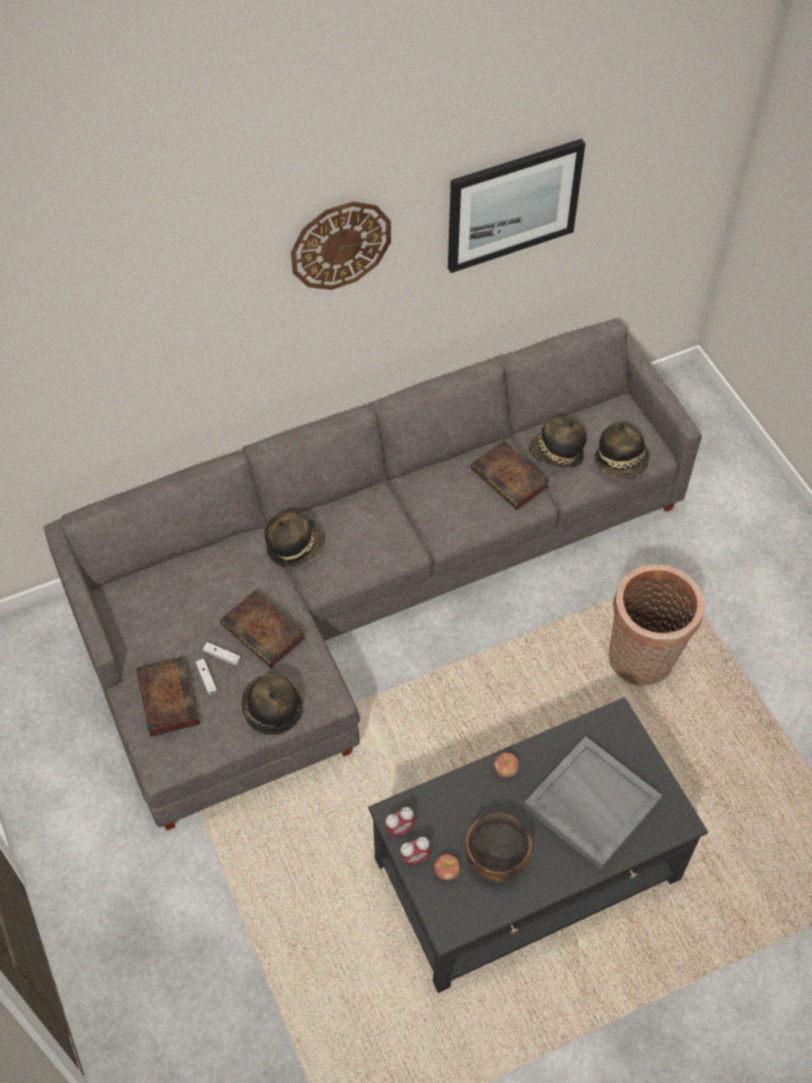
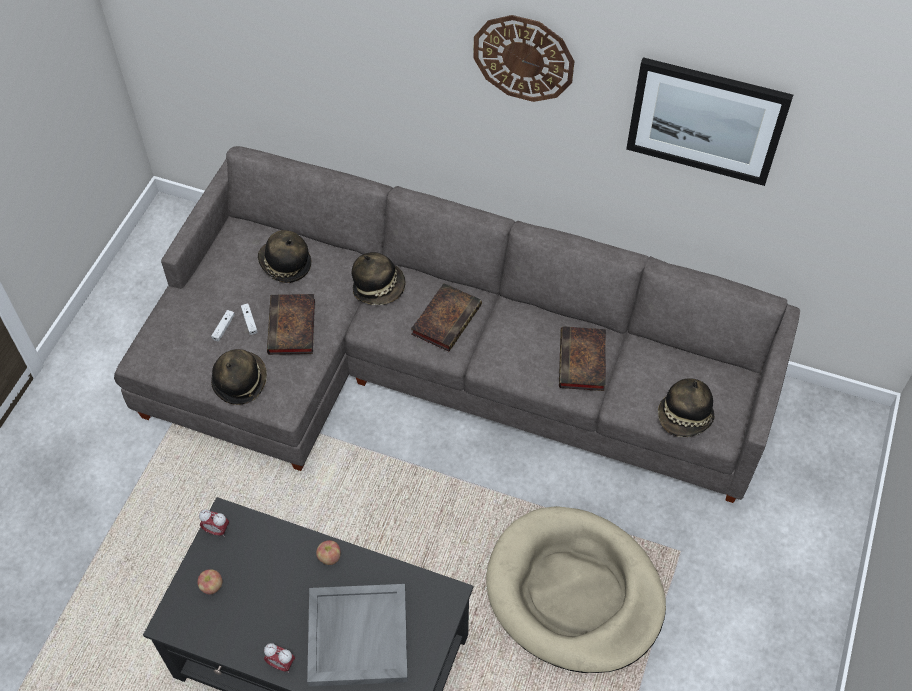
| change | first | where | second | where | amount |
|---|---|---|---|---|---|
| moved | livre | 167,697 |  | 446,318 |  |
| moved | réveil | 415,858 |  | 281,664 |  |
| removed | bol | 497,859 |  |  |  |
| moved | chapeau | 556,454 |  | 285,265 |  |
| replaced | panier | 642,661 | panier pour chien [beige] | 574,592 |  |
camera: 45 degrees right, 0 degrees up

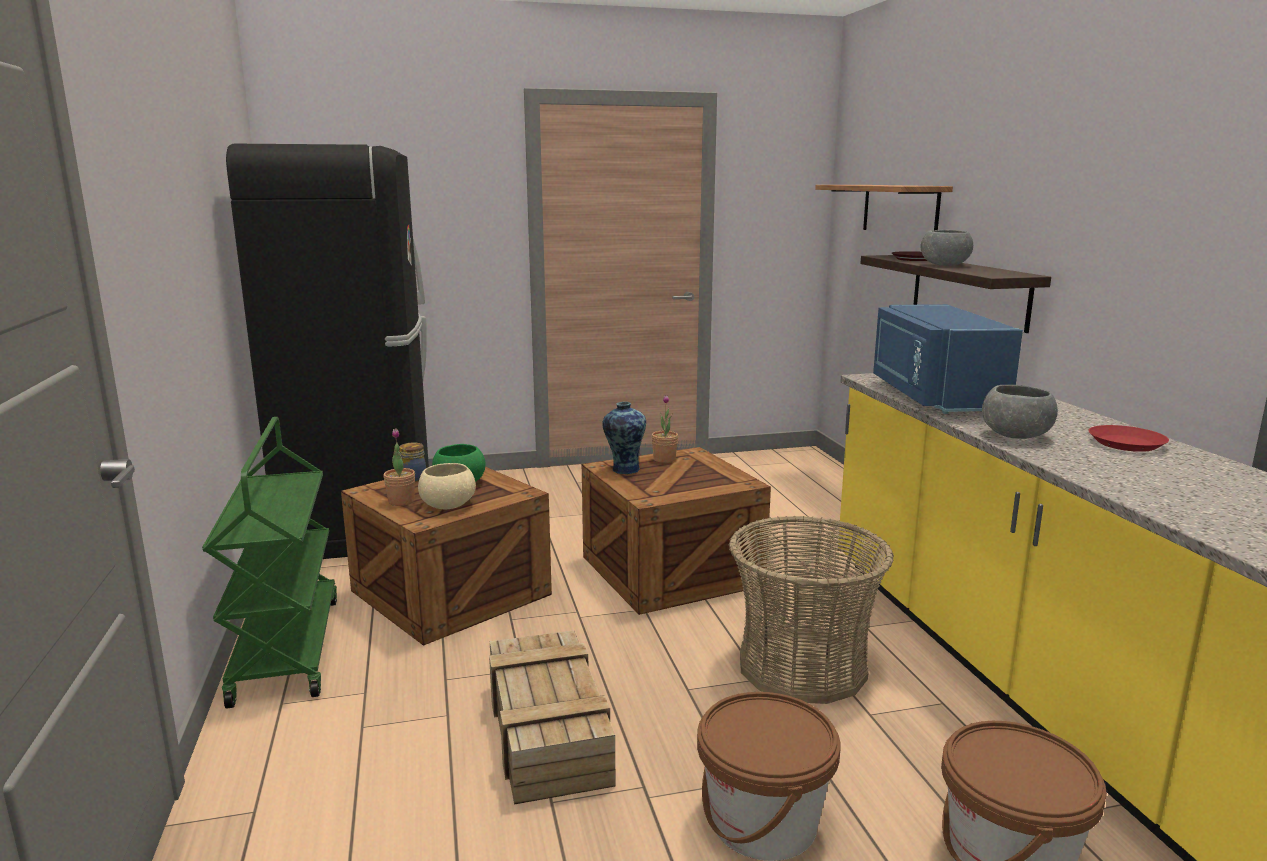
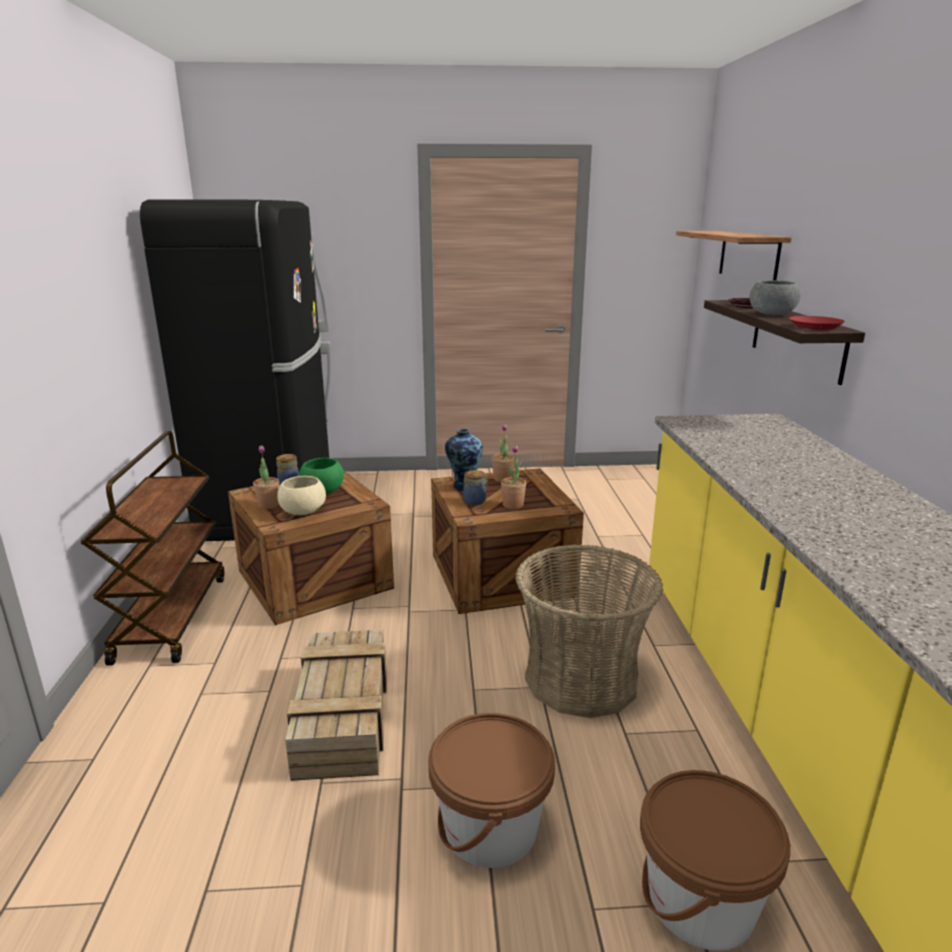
| change | first | where | second | where | amount |
|---|---|---|---|---|---|
| recoloured | chariot [vert] | 286,648 | chariot [marron] | 171,617 |  |
| removed | micro-ondes [bleu] | 933,396 |  |  |  |
| removed | bol [gris] | 1016,436 |  |  |  |
| moved | assiette [rouge] | 1125,444 |  | 814,326 |  |
| added |  |  | bocal | 475,501 |  |
| added |  |  | plante en pot | 513,505 |  |
camera: 10 degrees right, 5 degrees up

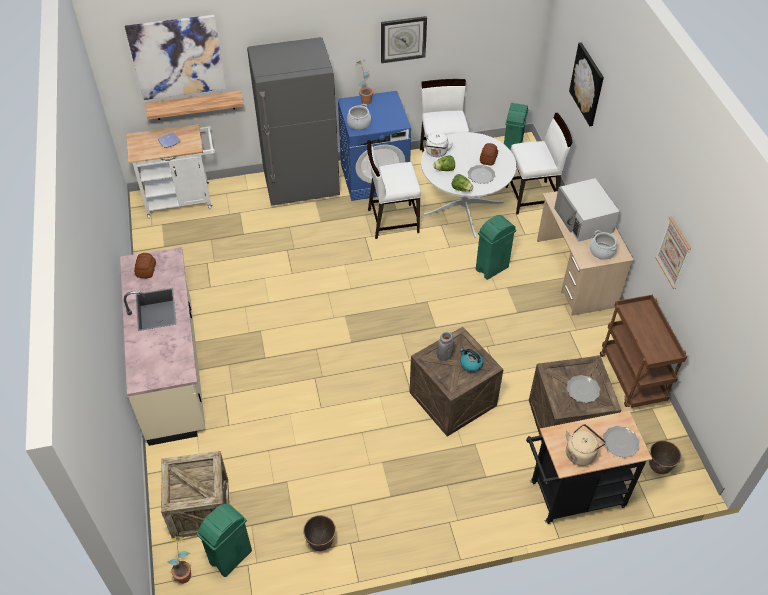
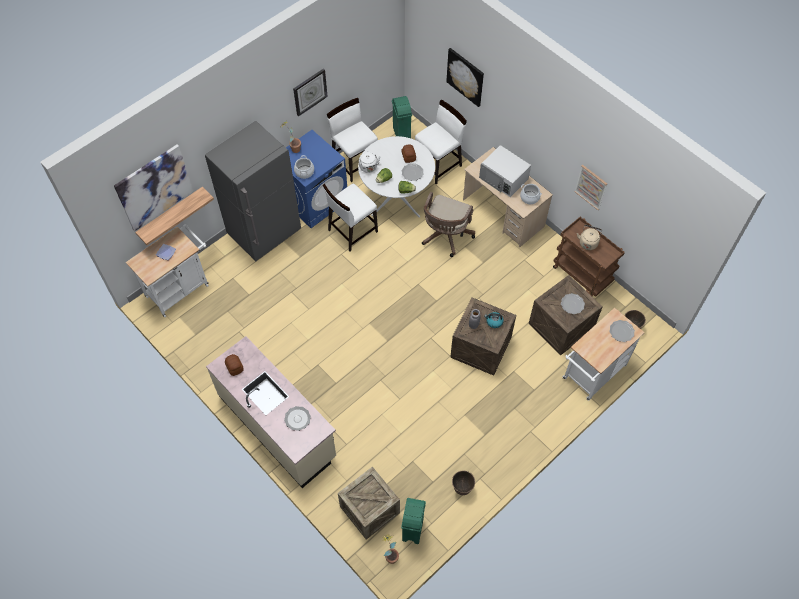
| change | first | where | second | where | amount |
|---|---|---|---|---|---|
| replaced | poubelle [vert] | 491,268 | chaise de bureau [marron] | 445,236 |  |
| recoloured | chariot [noir] | 571,496 | chariot [blanc] | 591,375 |  |
| moved | bouilloire [beige] | 581,453 |  | 588,242 |  |
| added |  |  | assiette | 297,419 |  |
camera: 30 degrees left, 10 degrees up

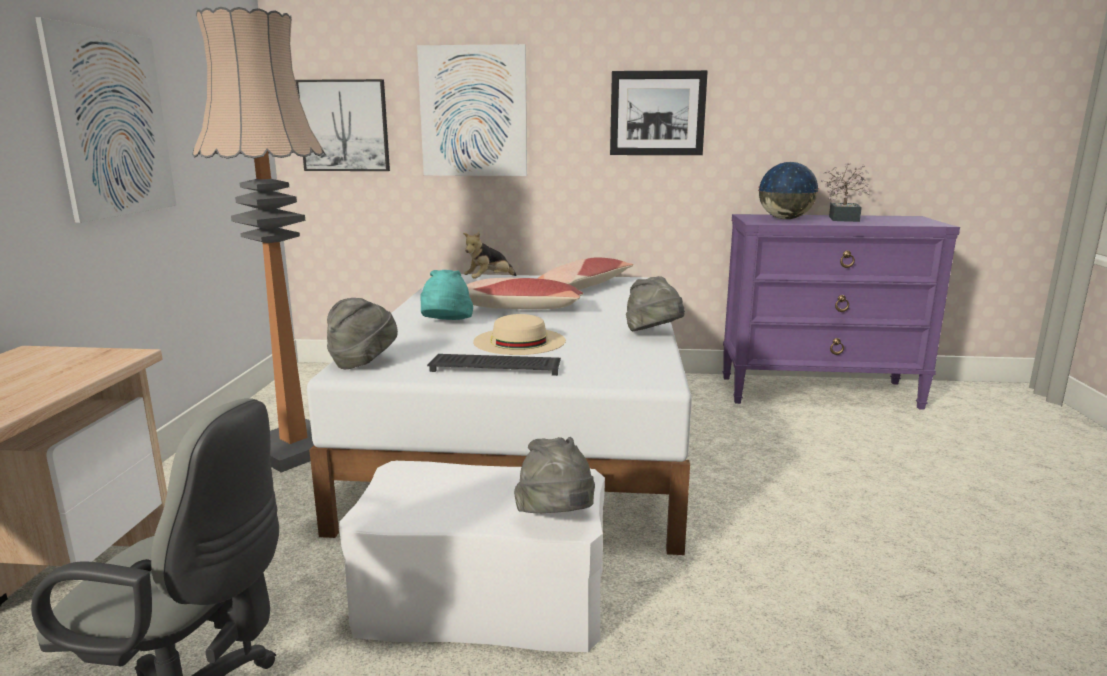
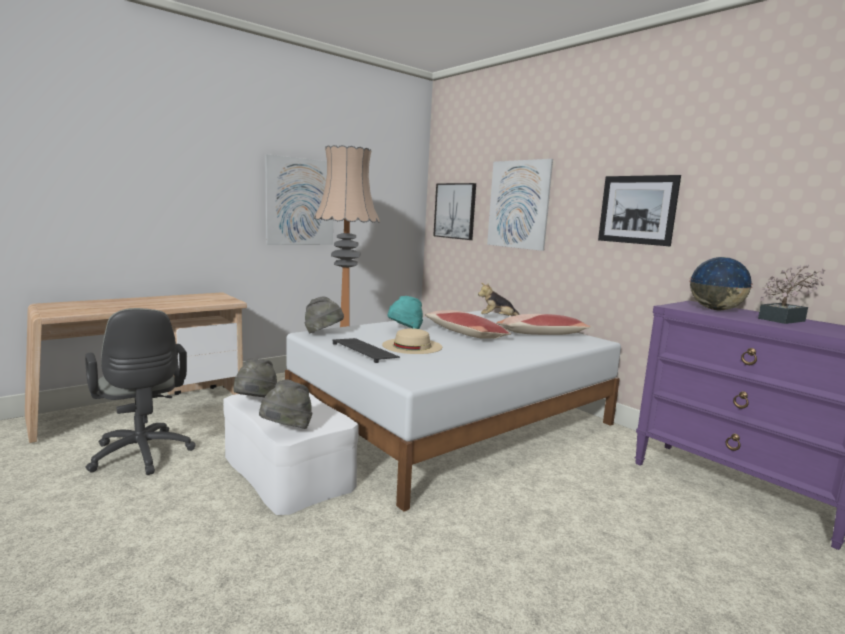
| change | first | where | second | where | amount |
|---|---|---|---|---|---|
| moved | chapeau [gris] | 654,334 |  | 256,403 |  |
camera: 45 degrees right, 5 degrees down

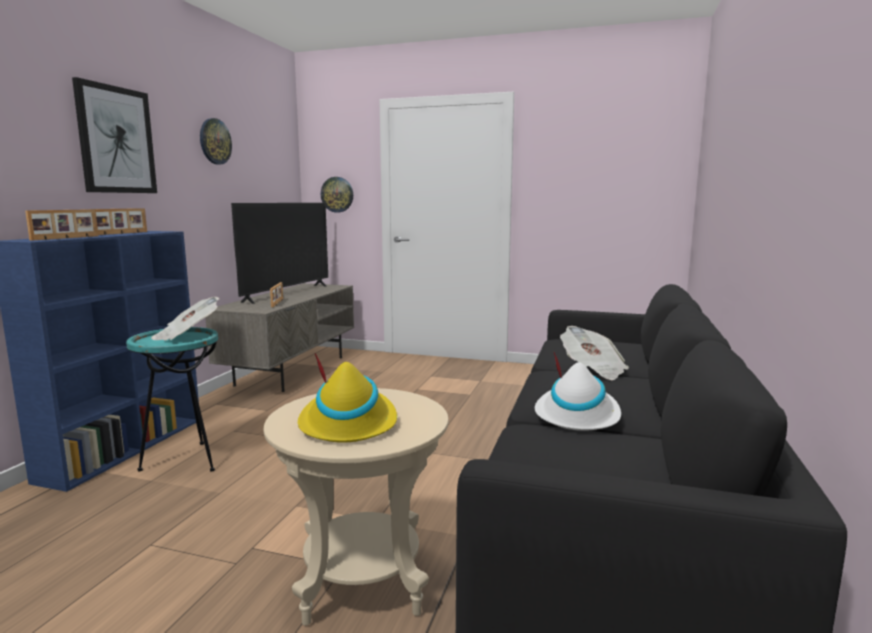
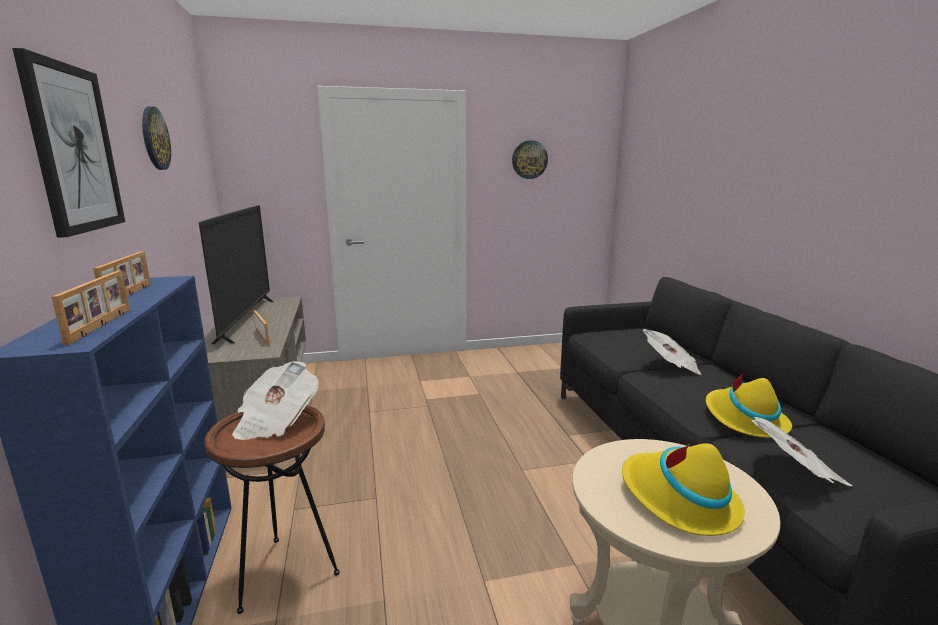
| change | first | where | second | where | amount |
|---|---|---|---|---|---|
| recoloured | table d'appoint [turquoise] | 185,460 | table d'appoint [marron] | 285,573 |  |
| moved | horloge murale | 337,194 |  | 529,159 |  |
| recoloured | chapeau [blanc] | 577,414 | chapeau [jaune] | 744,419 |  |
| added |  |  | journal | 795,472 |  |
camera: 30 degrees left, 5 degrees up

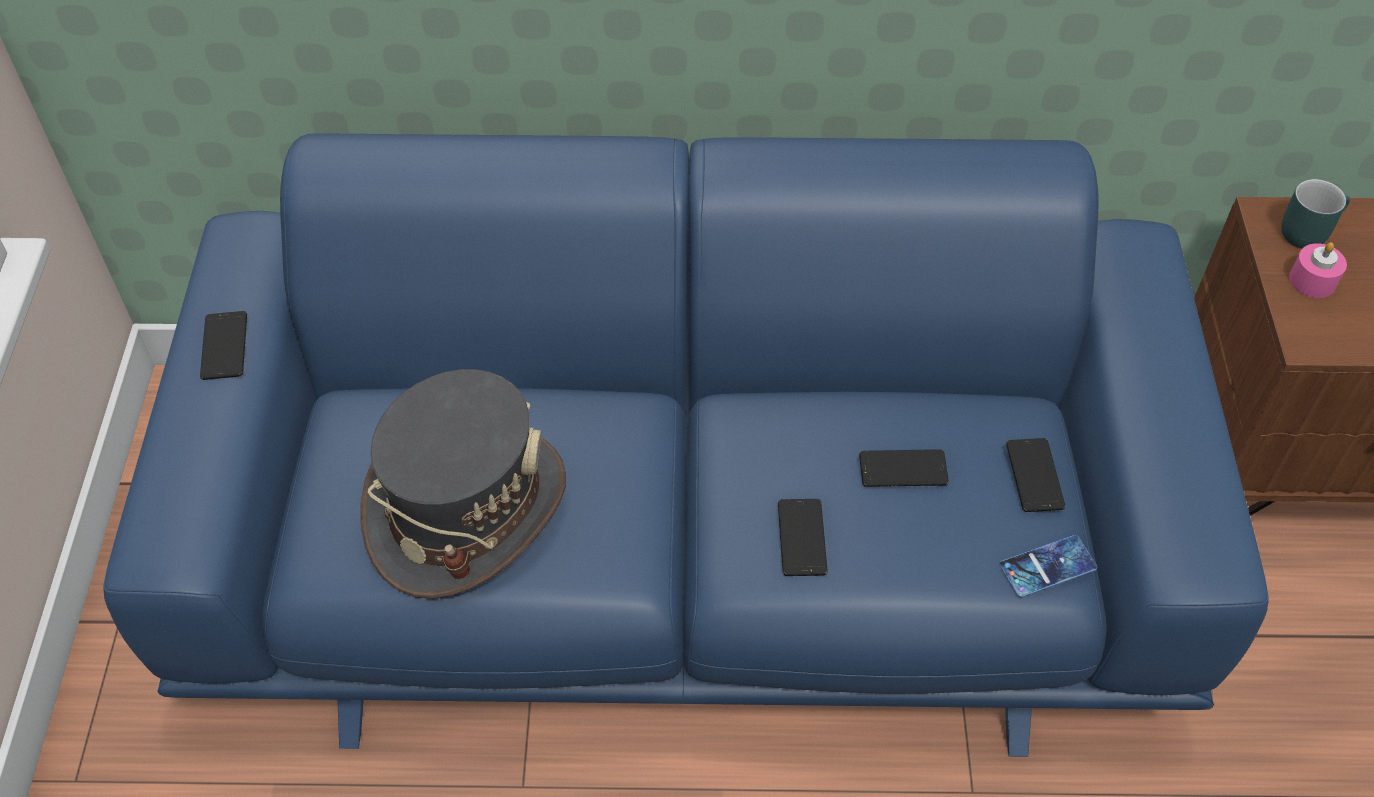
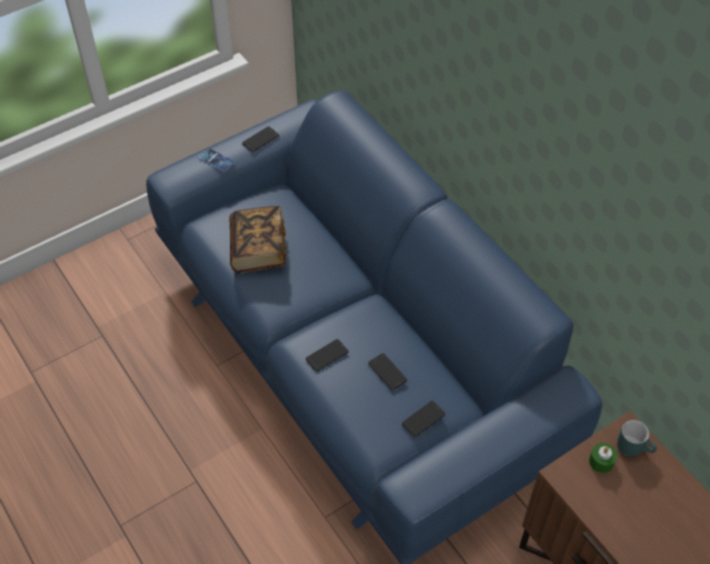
| change | first | where | second | where | amount |
|---|---|---|---|---|---|
| replaced | chapeau [gris] | 466,508 | livre | 258,250 |  |
| moved | téléphone | 1047,566 |  | 216,160 |  |
| recoloured | bougie [rose] | 1312,280 | bougie [vert] | 601,461 |  |
camera: 55 degrees right, 0 degrees up

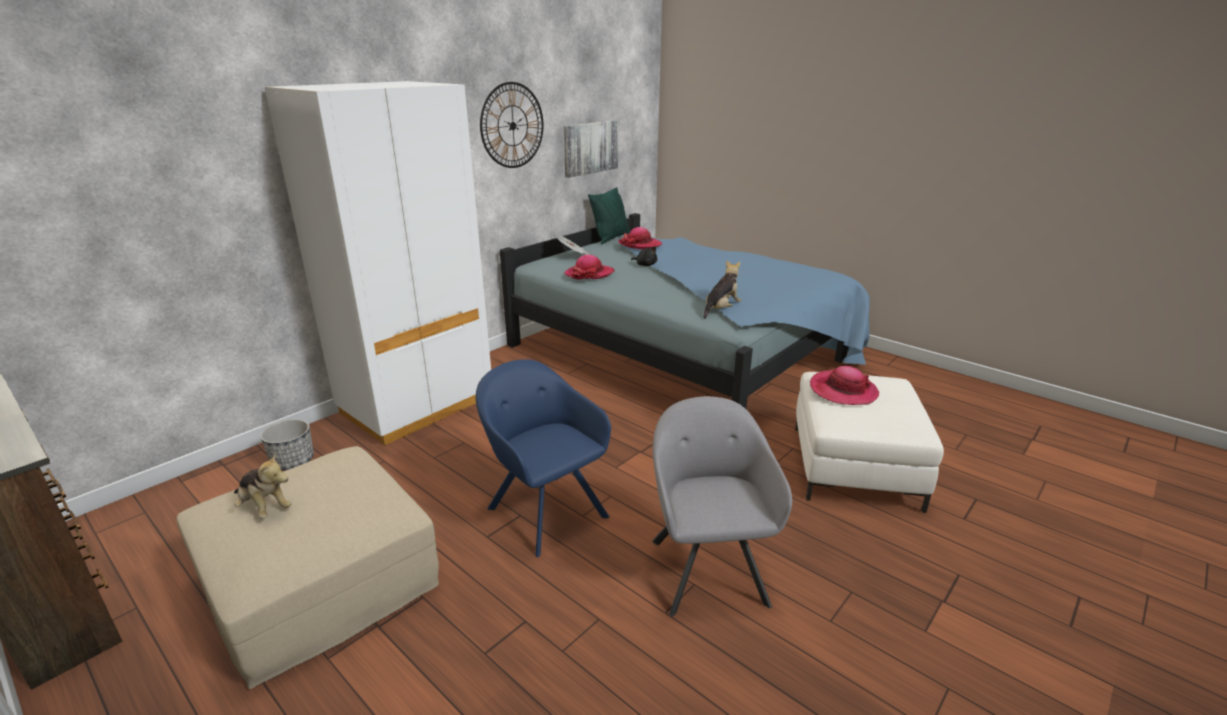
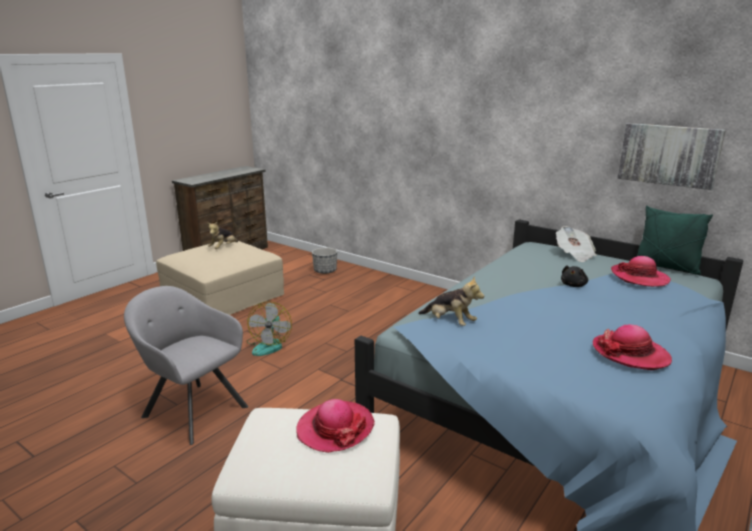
| change | first | where | second | where | amount |
|---|---|---|---|---|---|
| removed | armoire [blanc] | 417,405 |  |  |  |
| replaced | fauteuil [bleu] | 544,509 | ventilateur | 269,345 |  |
| removed | horloge murale | 512,125 |  |  |  |
| moved | chapeau | 589,274 |  | 630,354 |  |
| turned | fauteuil [gris] | 706,566 |  | 192,410 | 135 degrees counterclockwise |
camera: 85 degrees right, 5 degrees down

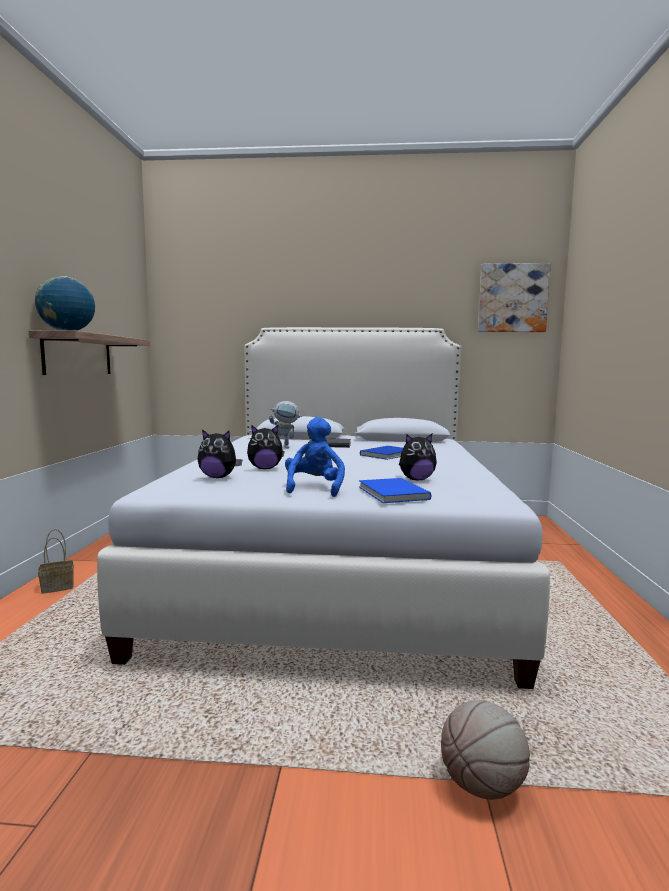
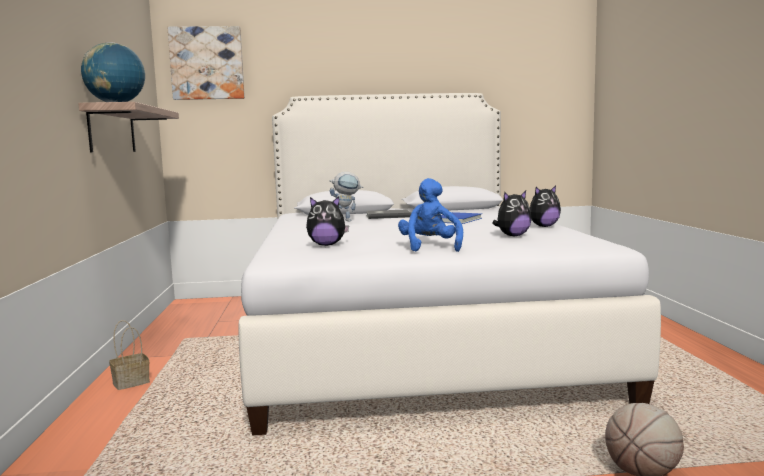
| change | first | where | second | where | amount |
|---|---|---|---|---|---|
| moved | peluche | 265,468 |  | 543,226 |  |
| removed | livre [bleu] | 391,493 |  |  |  |
| moved | tableau | 513,298 |  | 207,63 |  |
camera: 10 degrees left, 0 degrees up

